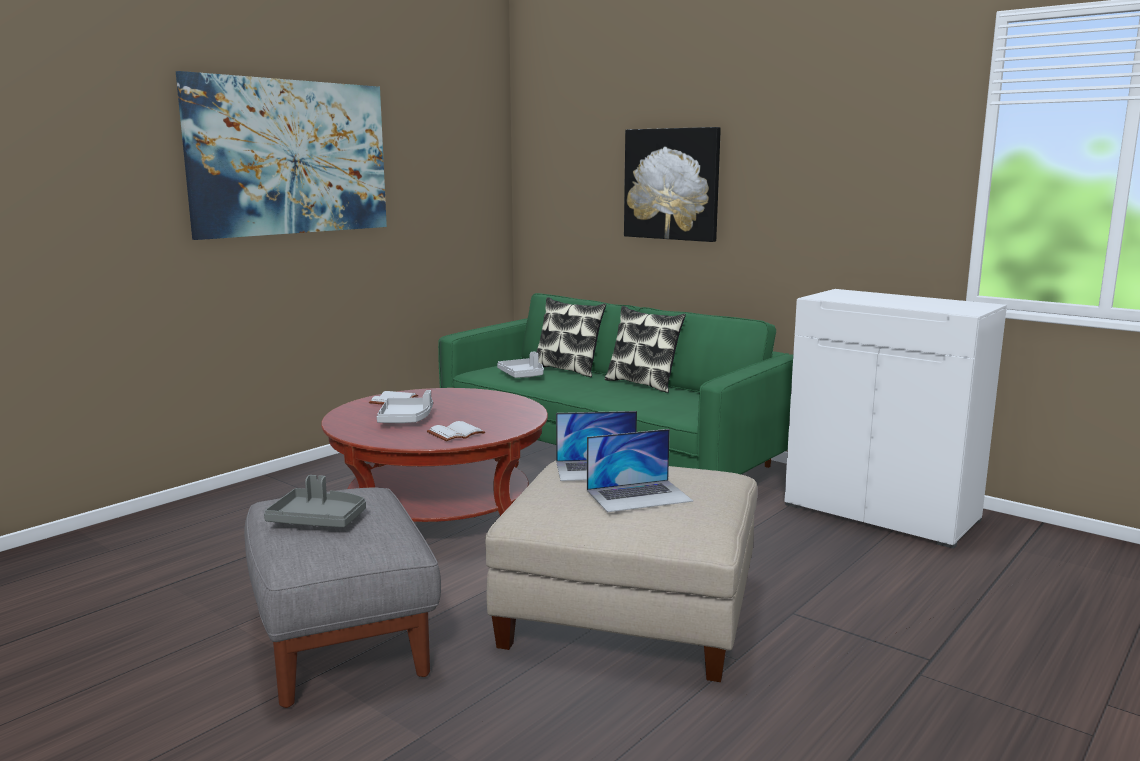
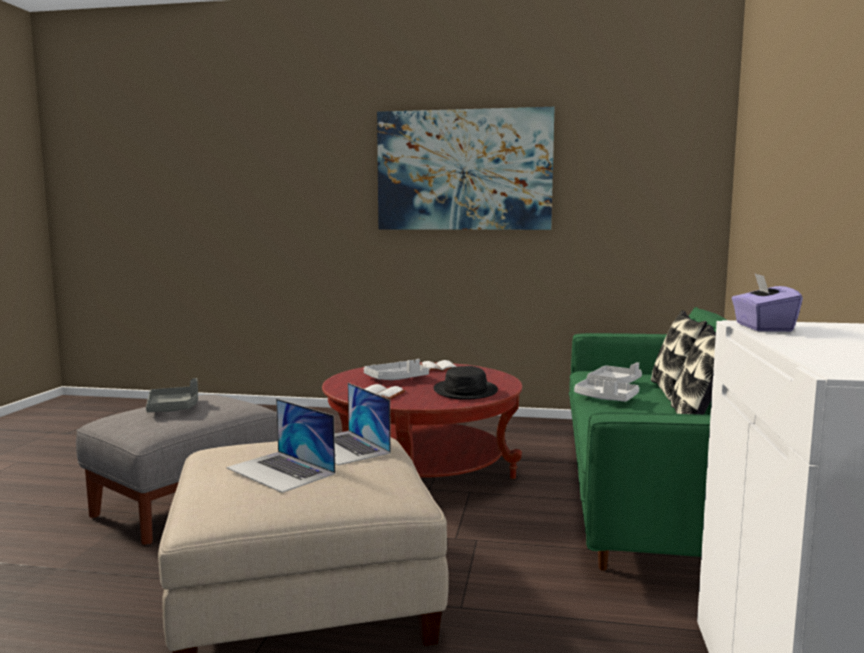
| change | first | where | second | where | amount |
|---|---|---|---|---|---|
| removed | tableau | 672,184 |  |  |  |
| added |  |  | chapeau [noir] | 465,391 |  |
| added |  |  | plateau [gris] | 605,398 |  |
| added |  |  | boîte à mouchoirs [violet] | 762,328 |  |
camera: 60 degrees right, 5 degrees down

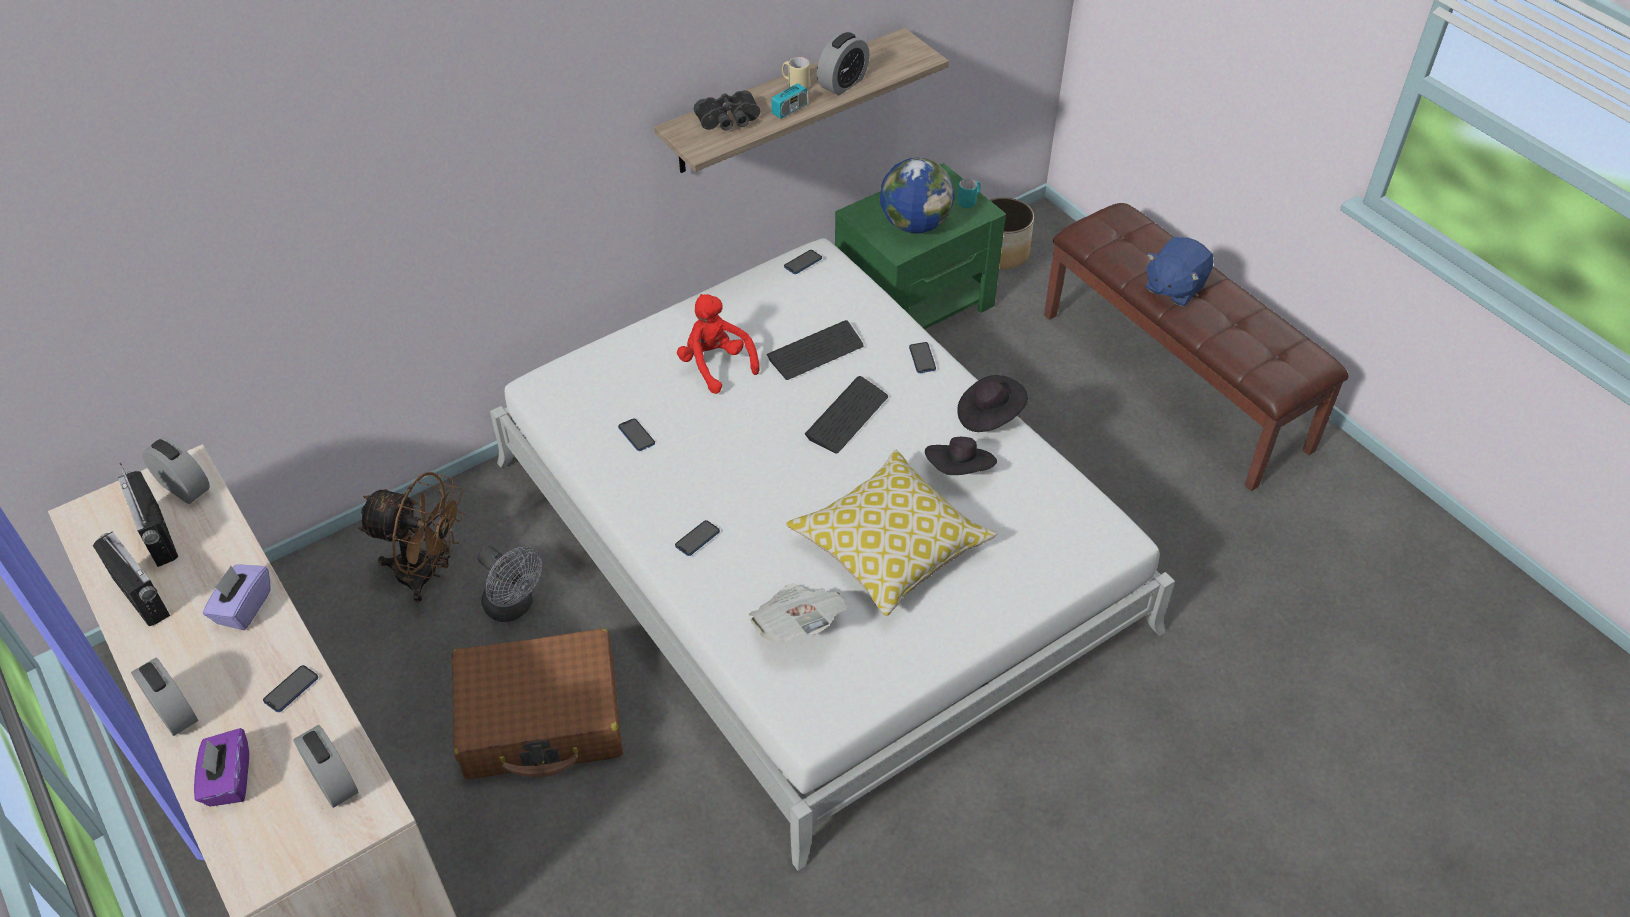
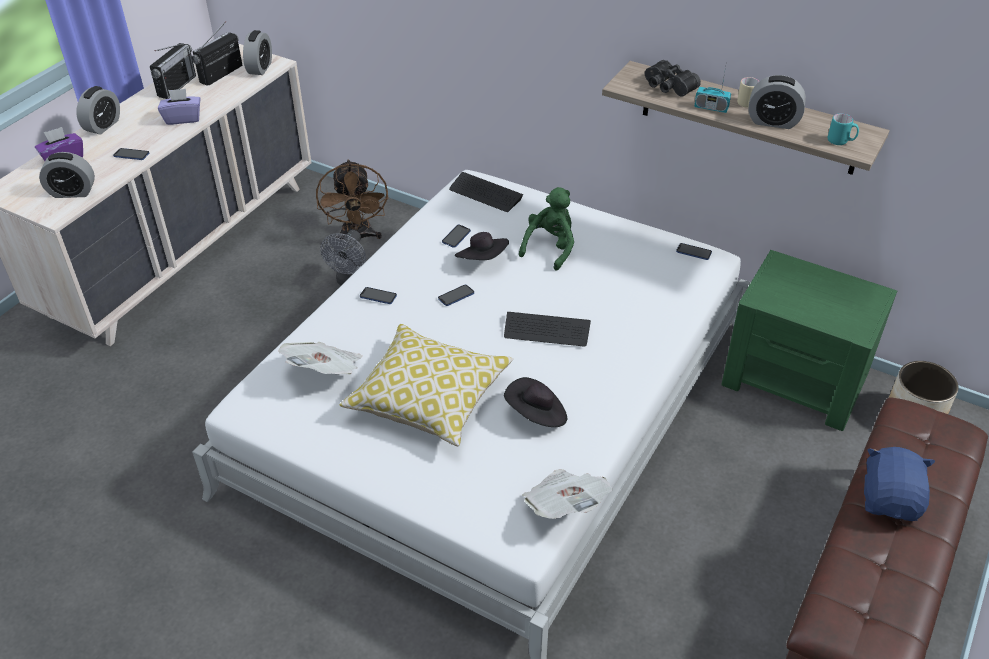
| change | first | where | second | where | amount |
|---|---|---|---|---|---|
| turned | réveil | 333,781 |  | 72,192 | 60 degrees clockwise |
| removed | valise [marron] | 542,718 |  |  |  |
| recoloured | peluche [rouge] | 716,365 | peluche [vert] | 550,248 |  |
| moved | clavier | 816,352 |  | 485,193 |  |
| removed | globe | 914,224 |  |  |  |
| moved | téléphone | 922,358 |  | 456,296 |  |
| moved | mug [turquoise] | 969,202 |  | 841,141 |  |
| moved | chapeau [noir] | 989,415 |  | 483,260 |  |
| turned | peluche [bleu] | 1174,287 |  | 890,500 | 90 degrees clockwise |
| added |  |  | journal | 565,506 |  |
camera: 65 degrees right, 5 degrees down

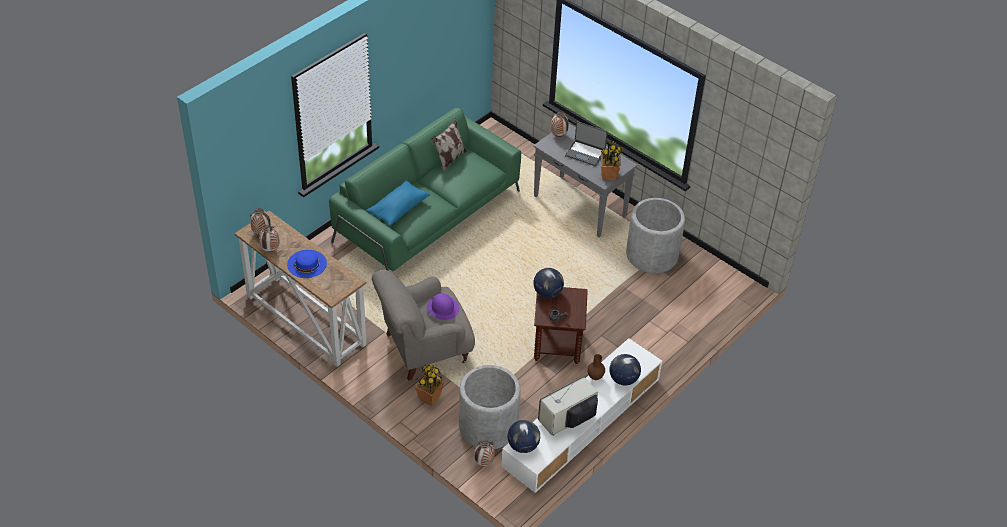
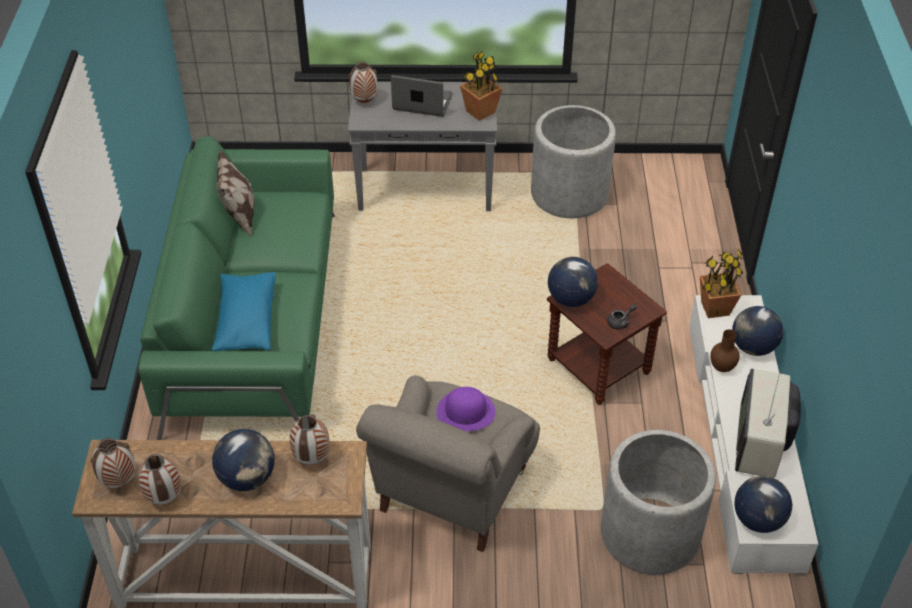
| change | first | where | second | where | amount |
|---|---|---|---|---|---|
| replaced | chapeau [bleu] | 307,264 | globe | 247,478 |  |
| moved | plante en pot | 429,398 |  | 714,309 |  |
| moved | vase | 484,463 |  | 312,460 |  |
| turned | ordinateur portable | 585,153 |  | 422,103 | 150 degrees counterclockwise |
camera: 40 degrees left, 0 degrees up

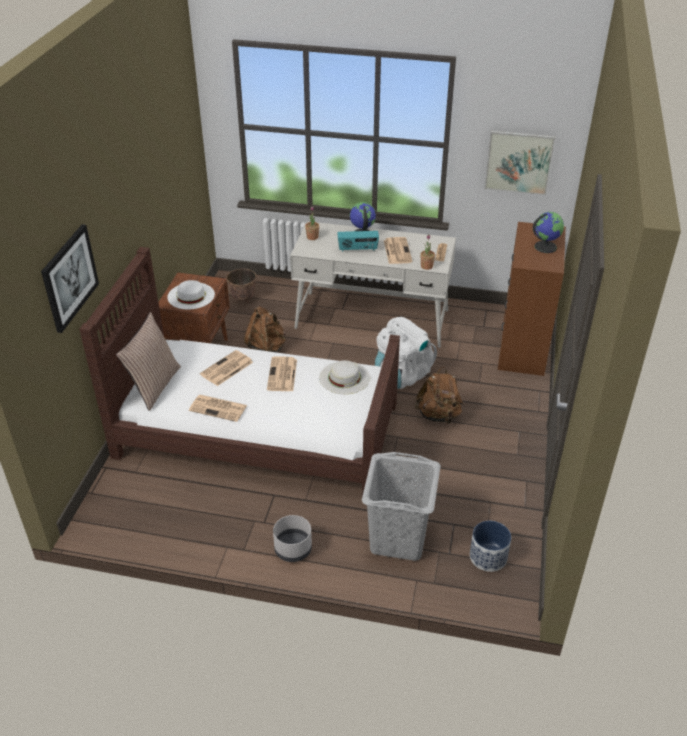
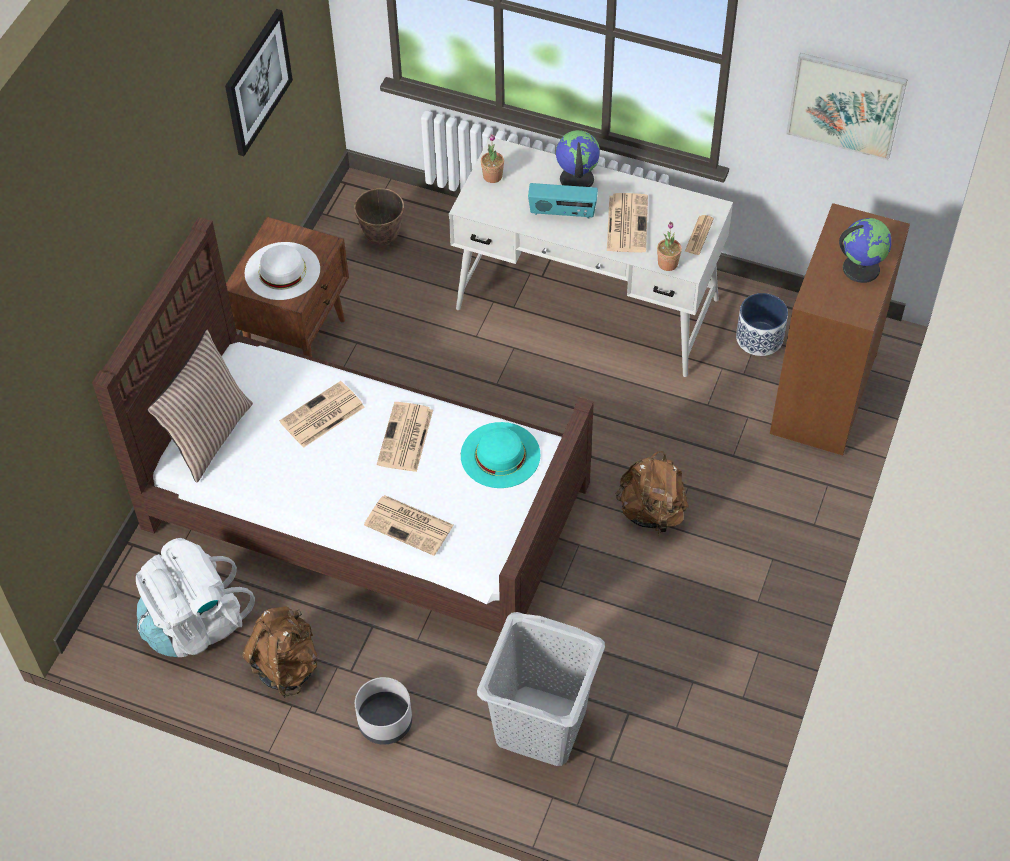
| change | first | where | second | where | amount |
|---|---|---|---|---|---|
| moved | tableau | 69,277 |  | 257,82 |  |
| moved | journal | 219,408 |  | 410,525 |  |
| moved | sac à dos [marron] | 266,348 |  | 286,666 |  |
| recoloured | chapeau [blanc] | 344,377 | chapeau [turquoise] | 500,455 |  |
| moved | sac à dos [blanc] | 402,375 |  | 195,624 |  |
| moved | cache-pot | 488,557 |  | 759,338 |  |
camera: 10 degrees right, 15 degrees up

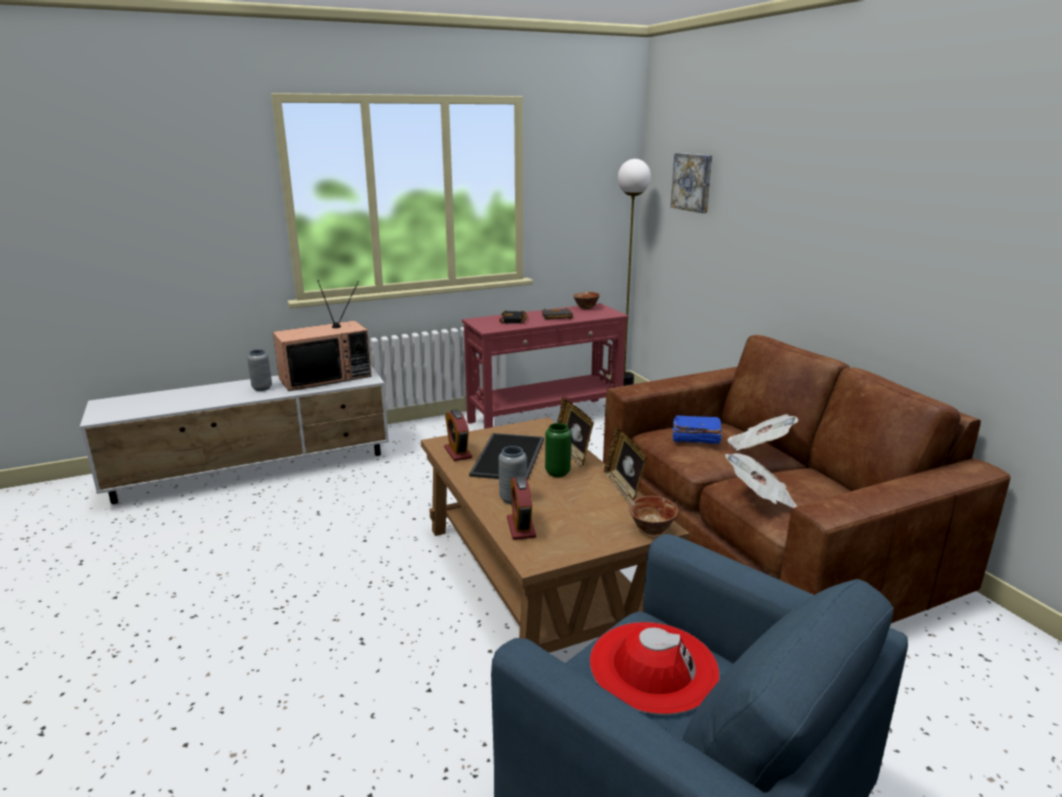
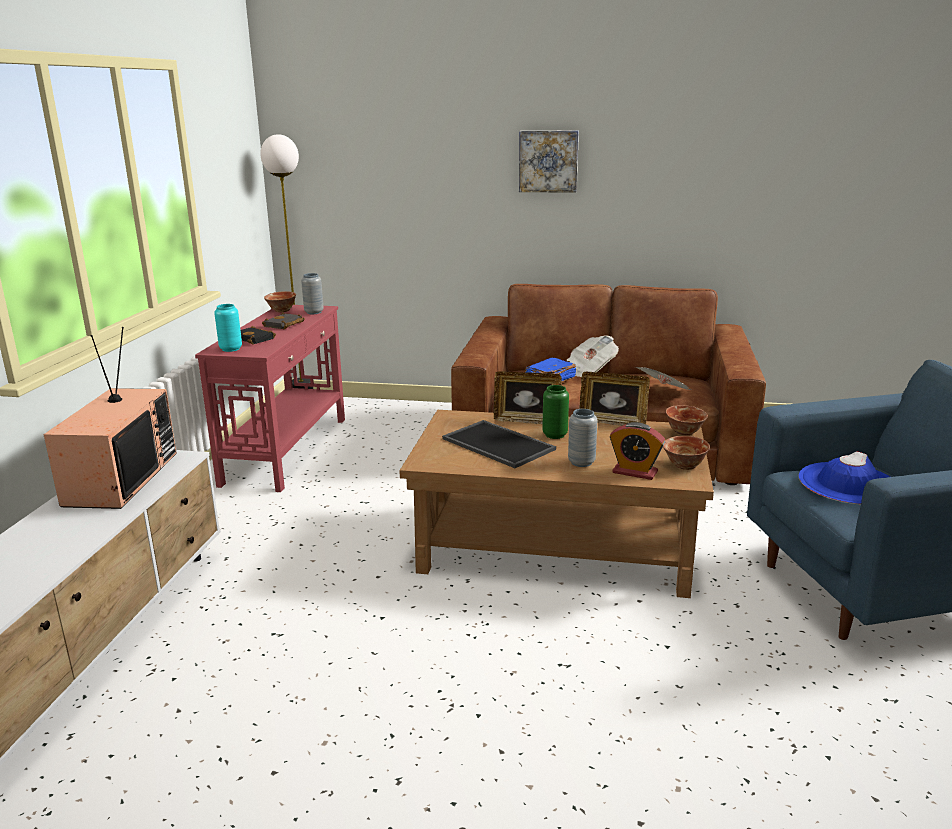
| change | first | where | second | where | amount |
|---|---|---|---|---|---|
| moved | vase [gris] | 262,388 |  | 314,312 |  |
| removed | réveil | 458,452 |  |  |  |
| recoloured | chapeau [rouge] | 653,666 | chapeau [bleu] | 848,484 |  |
| moved | tableau | 693,182 |  | 548,161 |  |
| added |  |  | vase [turquoise] | 231,349 |  |
| added |  |  | bol | 685,465 |  |
camera: 55 degrees left, 0 degrees up

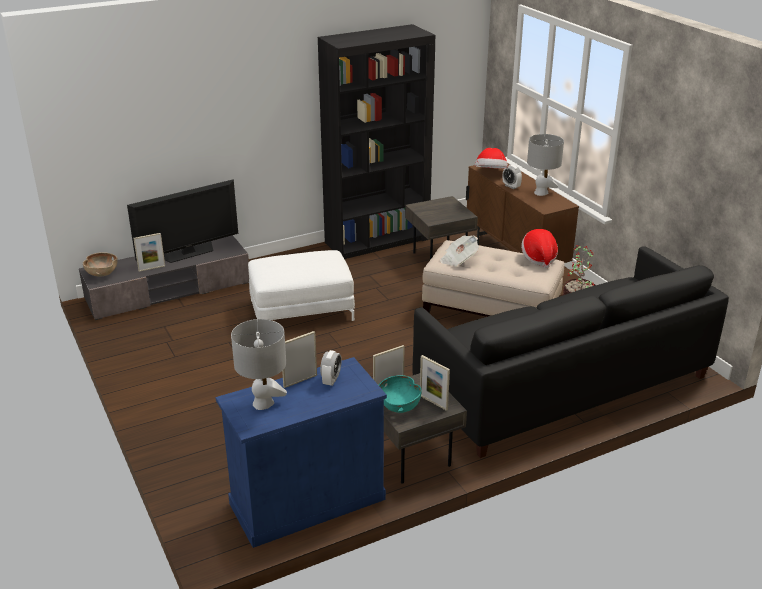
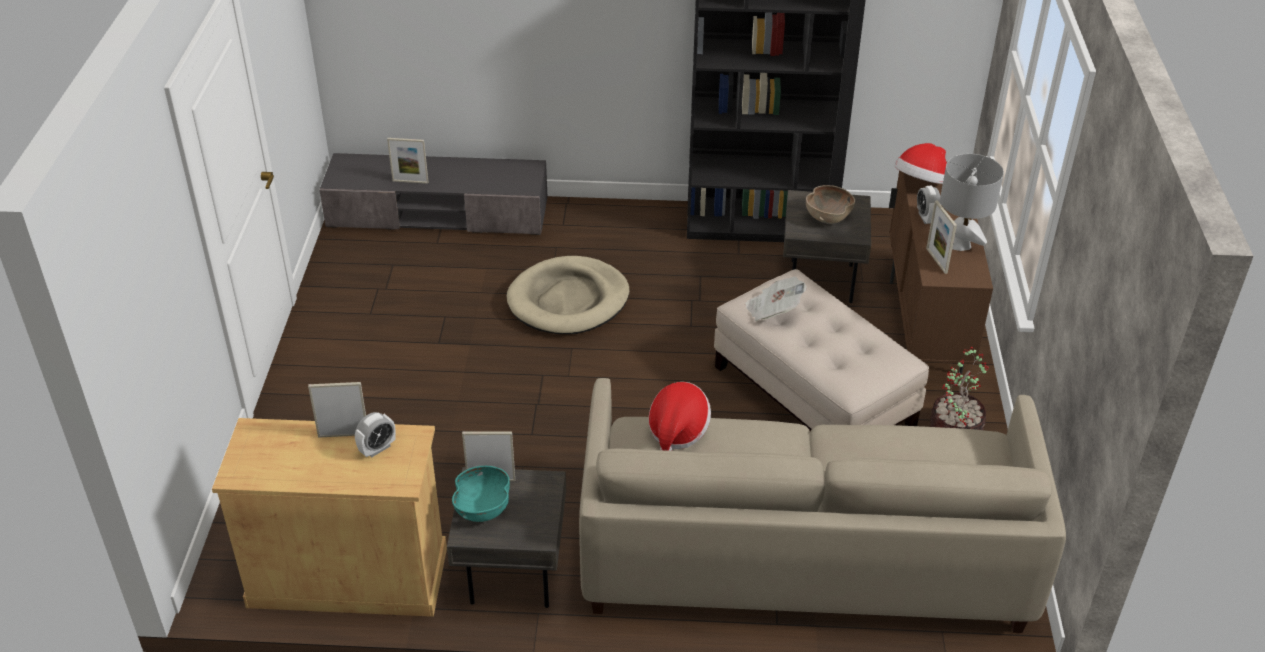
| change | first | where | second | where | amount |
|---|---|---|---|---|---|
| moved | bol [marron] | 102,273 |  | 827,217 |  |
| removed | téléviseur | 188,253 |  |  |  |
| recoloured | meuble de rangement [bleu] | 307,501 | meuble de rangement [beige] | 348,576 |  |
| removed | lampe de table [gris] | 263,403 |  |  |  |
| replaced | pouf [blanc] | 301,310 | panier pour chien [beige] | 568,300 |  |
| recoloured | canapé [noir] | 563,384 | canapé [beige] | 803,554 |  |
| moved | cadre photo | 433,402 |  | 936,260 |  |
| moved | chapeau | 539,258 |  | 677,430 |  |
camera: 30 degrees right, 10 degrees up

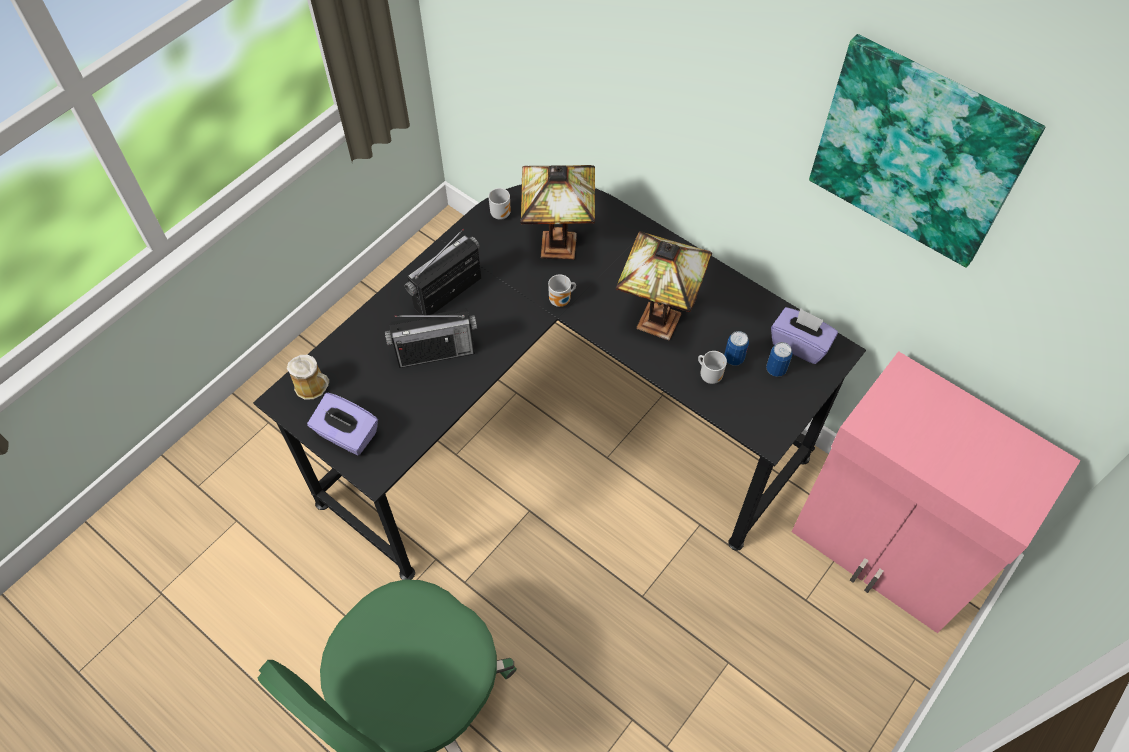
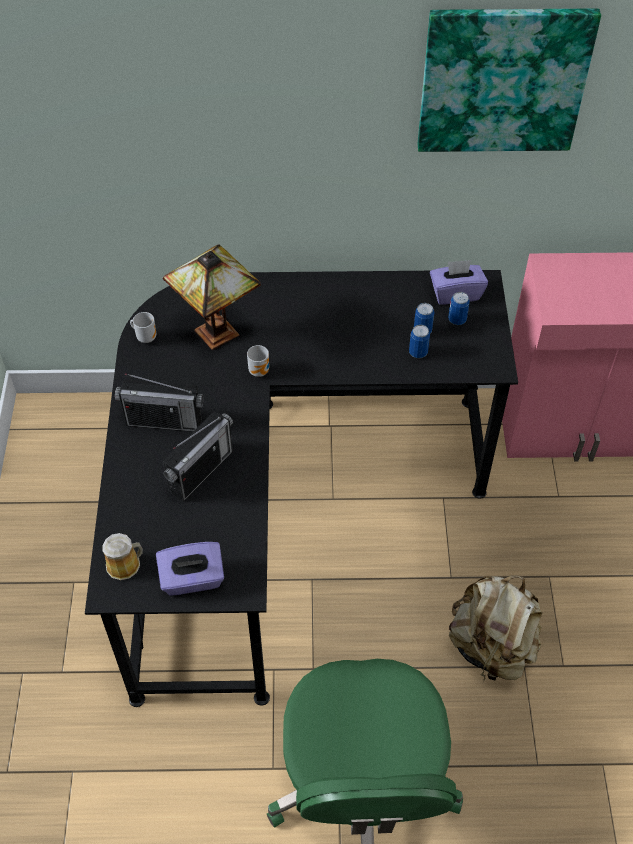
| change | first | where | second | where | amount |
|---|---|---|---|---|---|
| turned | radio | 448,293 |  | 164,421 | 90 degrees counterclockwise |
| removed | lampe de table | 655,322 |  |  |  |
| replaced | mug | 710,375 | boîte métallique | 418,352 |  |
| added |  |  | sac à dos [beige] | 491,646 |  |
camera: 40 degrees left, 5 degrees down

